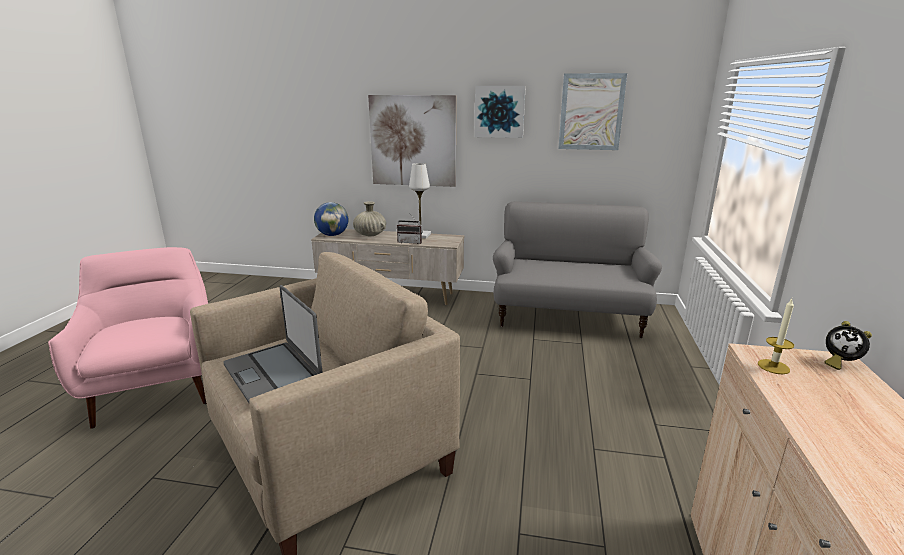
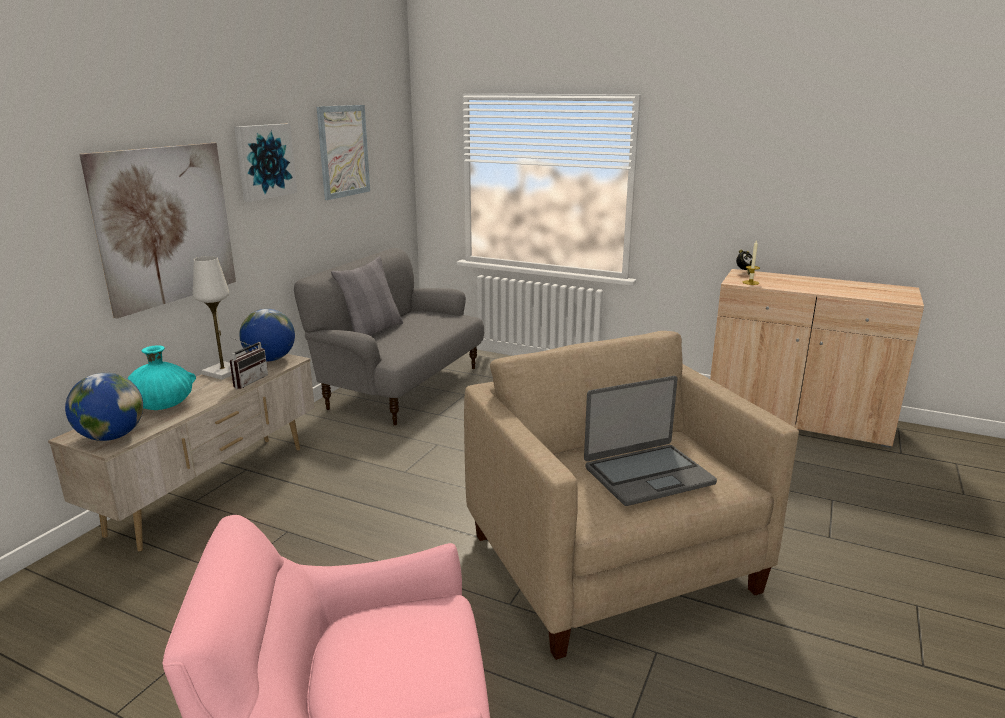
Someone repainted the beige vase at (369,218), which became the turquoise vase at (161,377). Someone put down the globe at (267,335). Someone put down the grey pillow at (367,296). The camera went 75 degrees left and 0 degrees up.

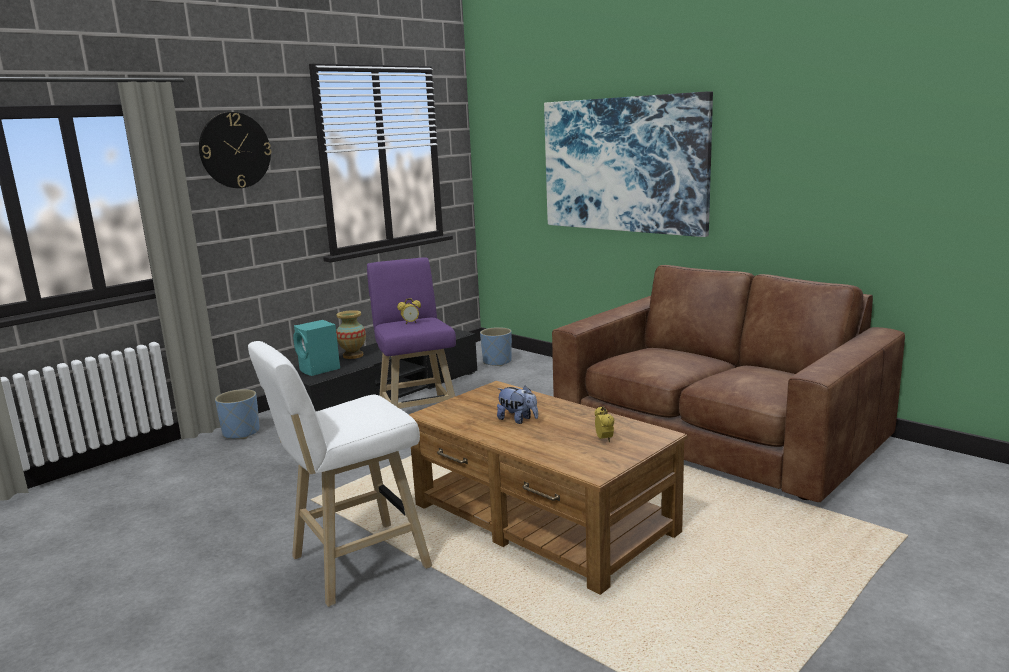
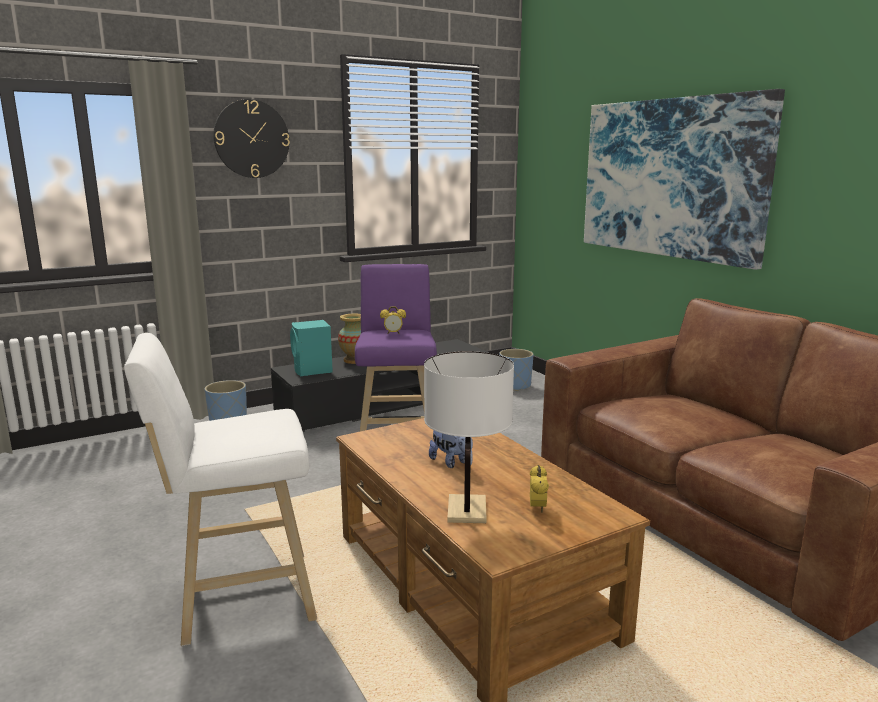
Someone put down the white table lamp at (469,437). The camera went 15 degrees right and 0 degrees up.

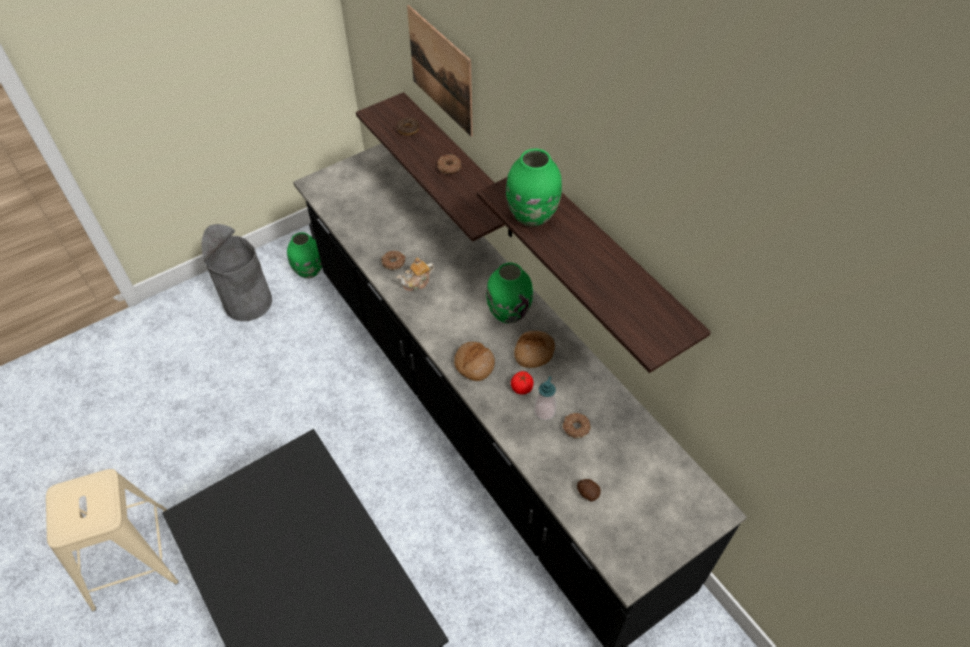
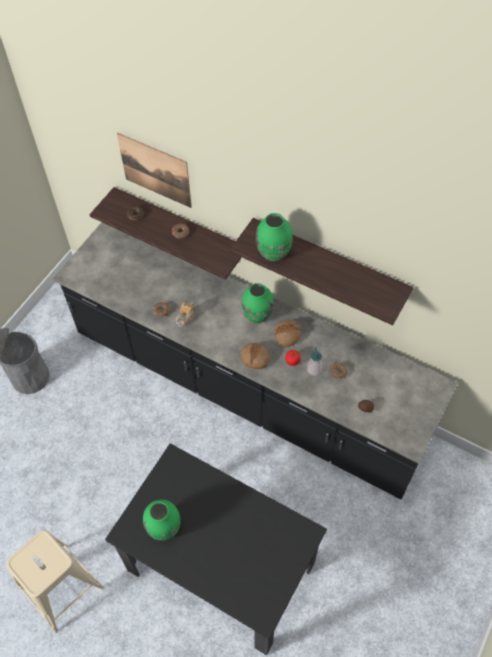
Someone carried the green vase from (304,255) to (162,520). The camera went 25 degrees left and 5 degrees up.

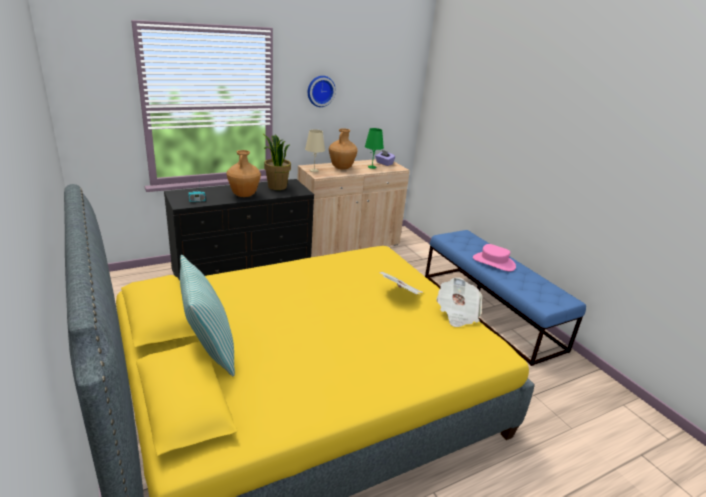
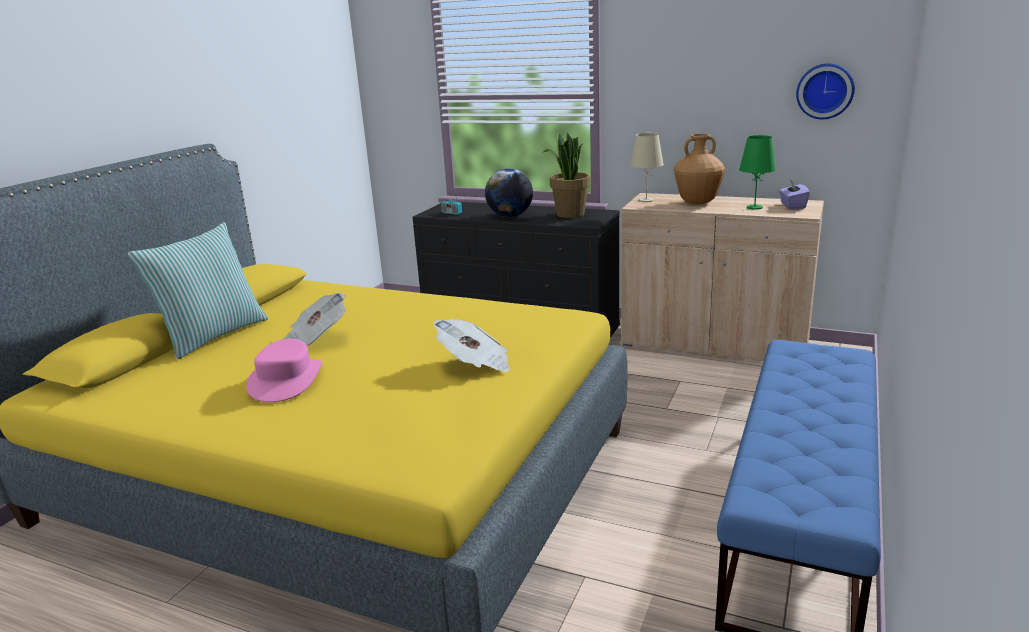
Someone carried the pink hat from (494,257) to (284,370). Someone carried the newspaper from (459,302) to (314,319). Someone swapped the brown vase at (243,173) for the globe at (509,192). Someone carried the wall clock from (322,91) to (825,91). The camera went 55 degrees right and 5 degrees down.

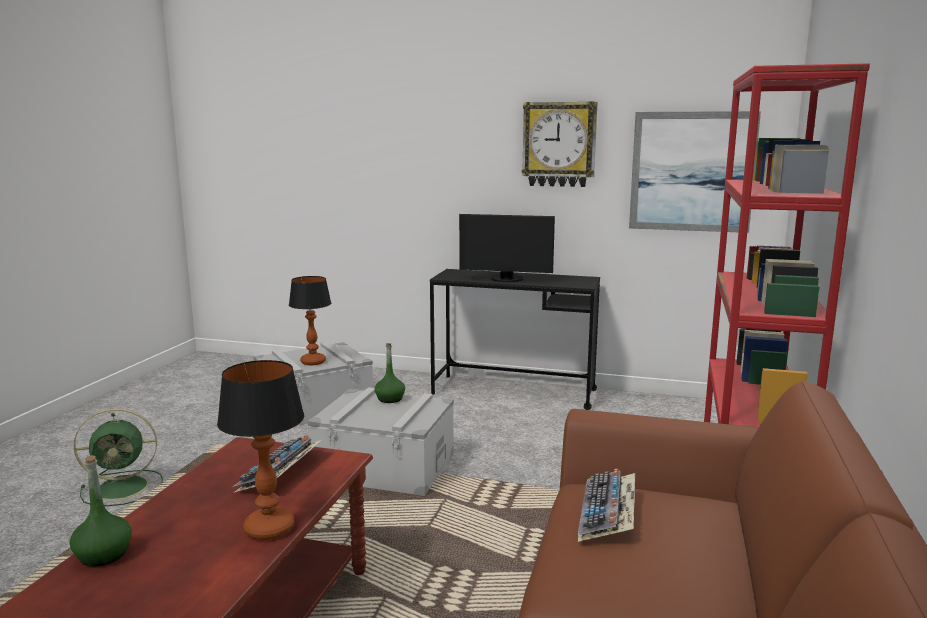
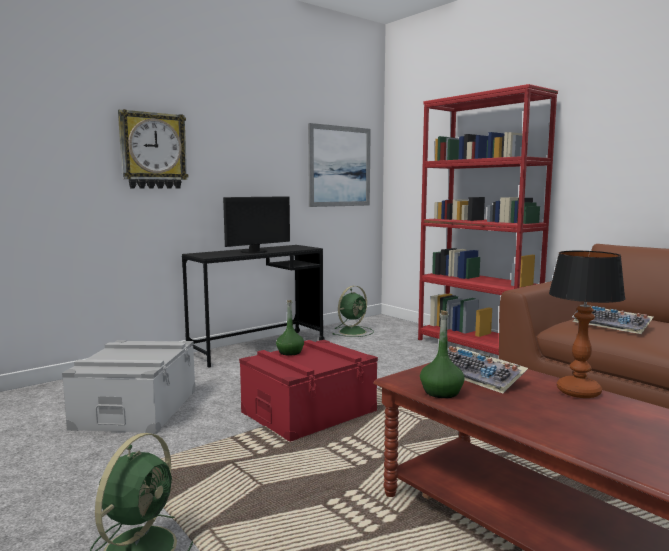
Someone carried the wall clock from (560,144) to (153,149). Someone repainted the grey storage box at (381,441), which became the red storage box at (308,391). Someone put down the green fan at (353,311). Someone carried the green bottle from (101,511) to (442,354). Someone took away the table lamp at (310,320). The camera went 55 degrees left and 5 degrees down.

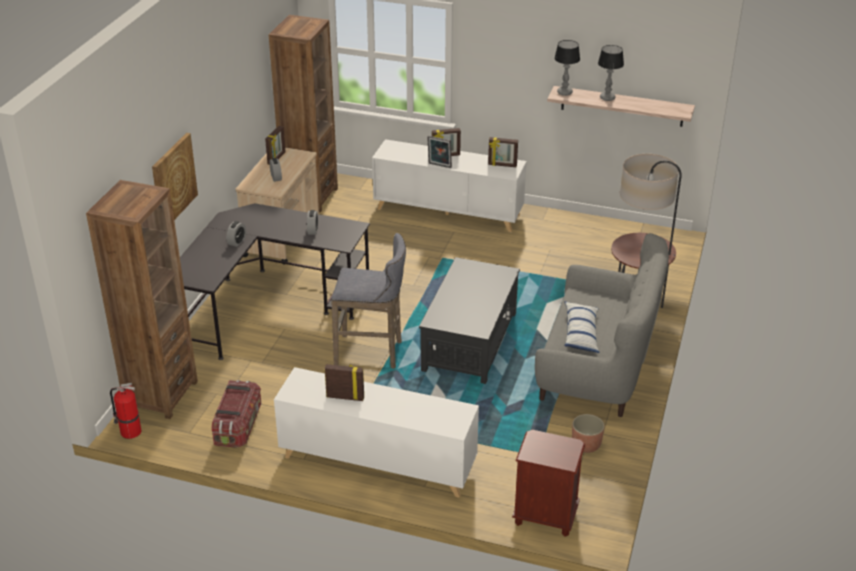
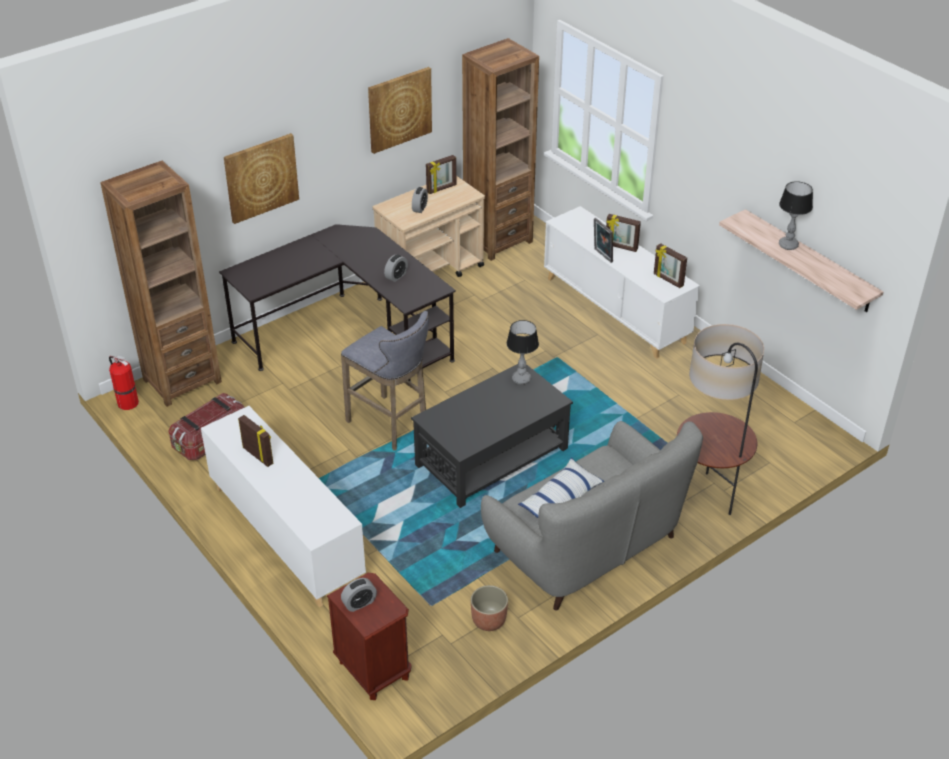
Someone carried the alarm clock from (236,234) to (359,595). Someone put up the picture at (400,110). Someone carried the table lamp from (567,68) to (523,352). The camera went 35 degrees right and 5 degrees up.

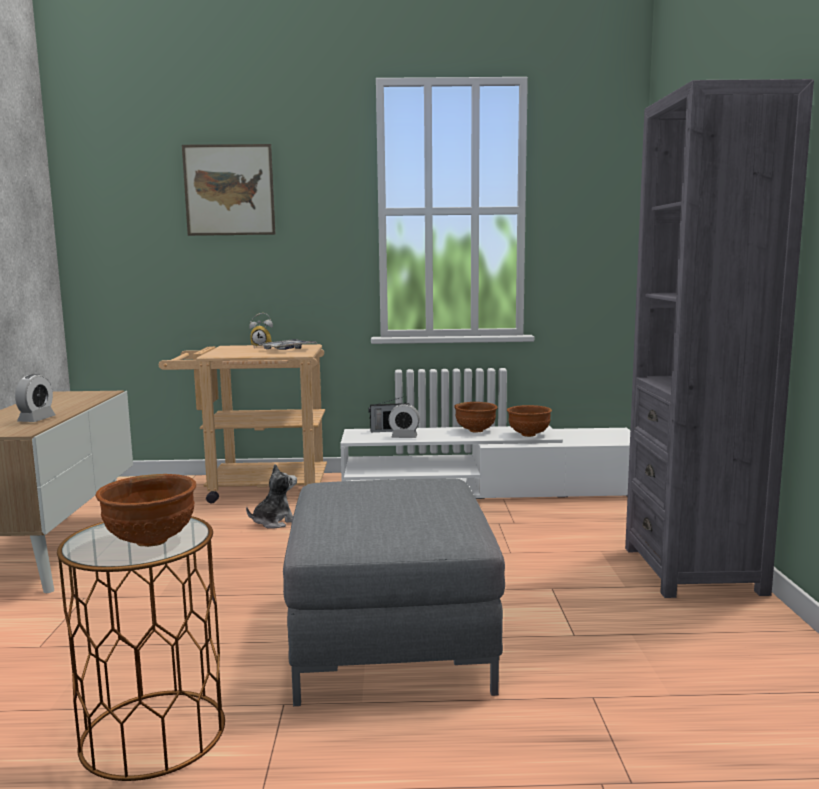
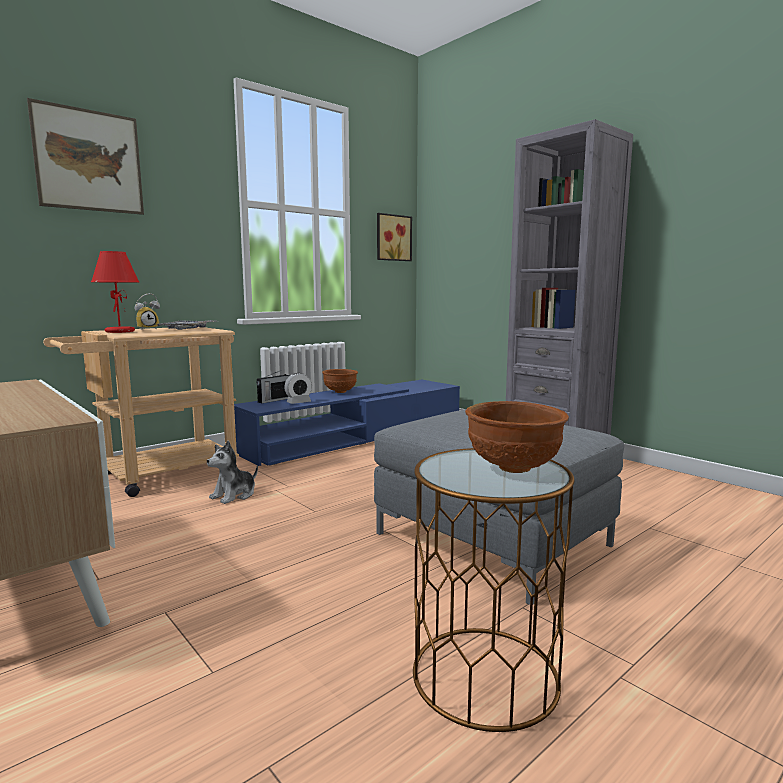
Someone put down the red table lamp at (115,292). Someone rotated the plush toy at (271,496) by 150 degrees counterclockwise. Someone repainted the white tv stand at (485,462), which became the blue tv stand at (347,423). Someone put up the picture at (394,237). Someone took away the alarm clock at (35,398). Someone took away the brown bowl at (529,421). The camera went 40 degrees left and 0 degrees up.

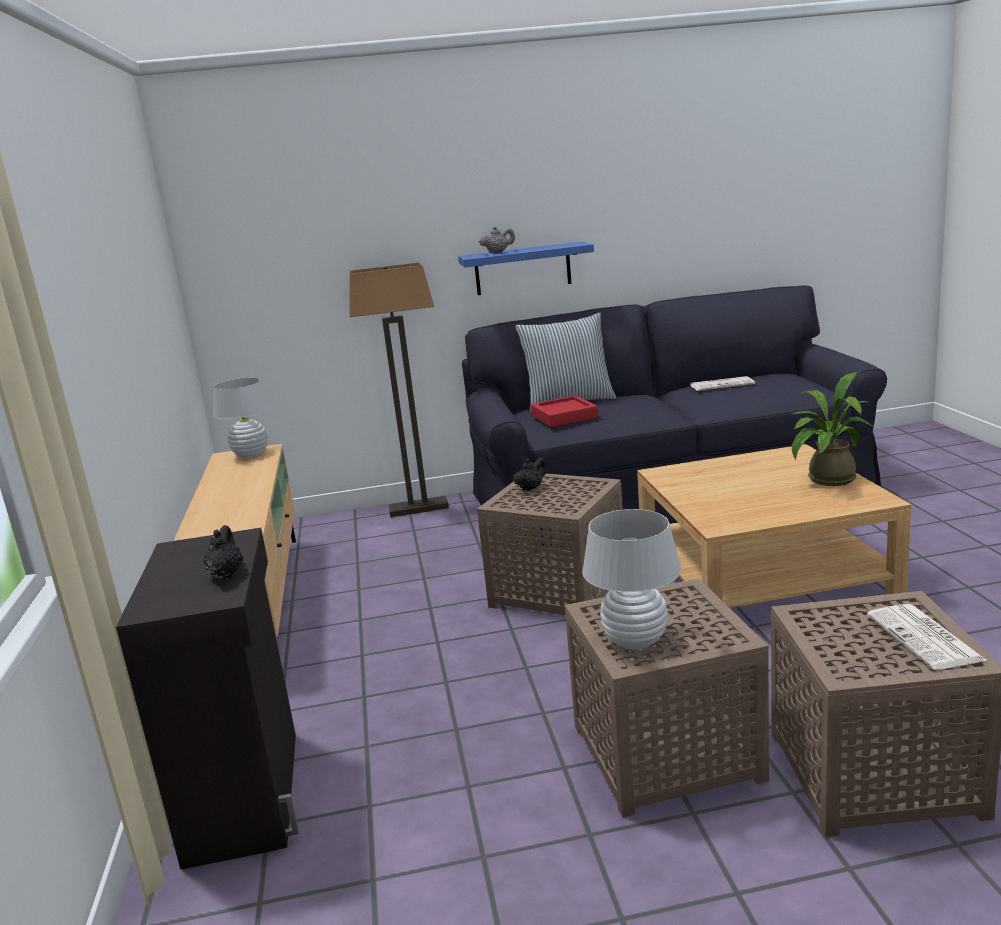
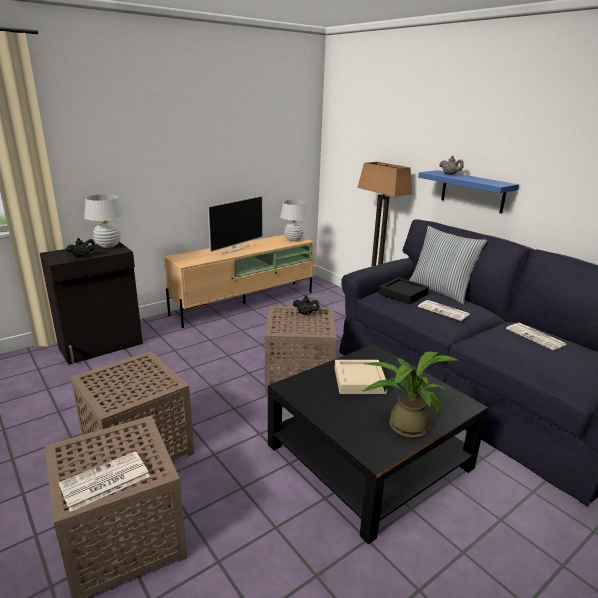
Someone carried the white table lamp from (631,579) to (104,221). Someone put down the television at (235,225). Someone repainted the beige coffee table at (774,526), which became the black coffee table at (378,444). Someone put down the beige tray at (360,377). Someone repainted the red tray at (564,411), which became the black tray at (404,290). Someone put down the newspaper at (444,310). The camera went 60 degrees right and 5 degrees up.

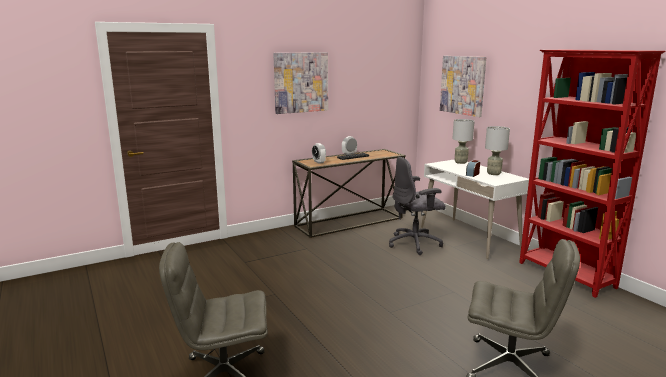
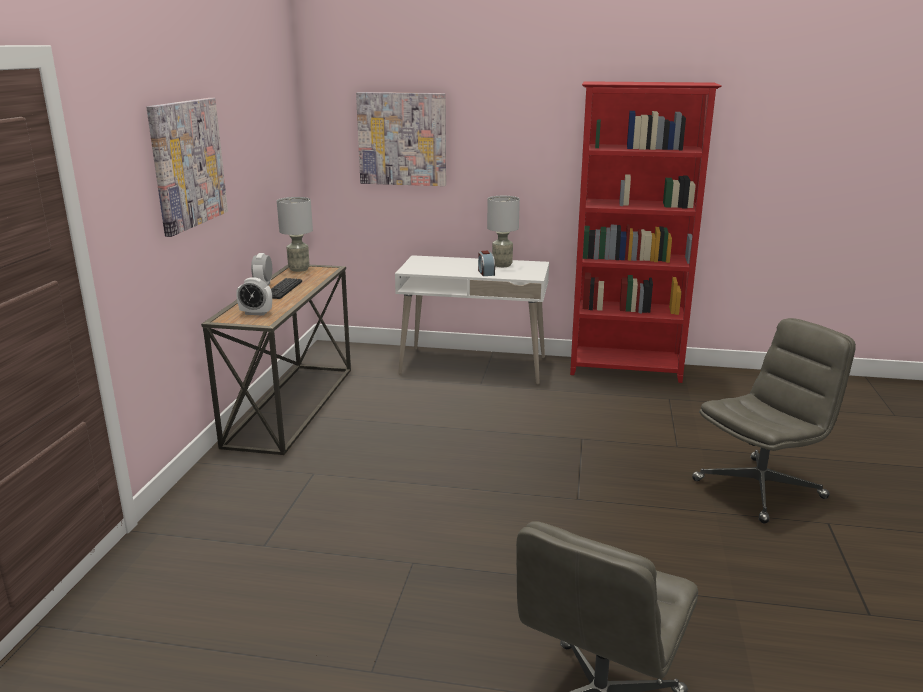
Someone carried the grey table lamp from (463,141) to (295,234). Someone took away the grey office chair at (417,206). The camera went 50 degrees left and 5 degrees up.

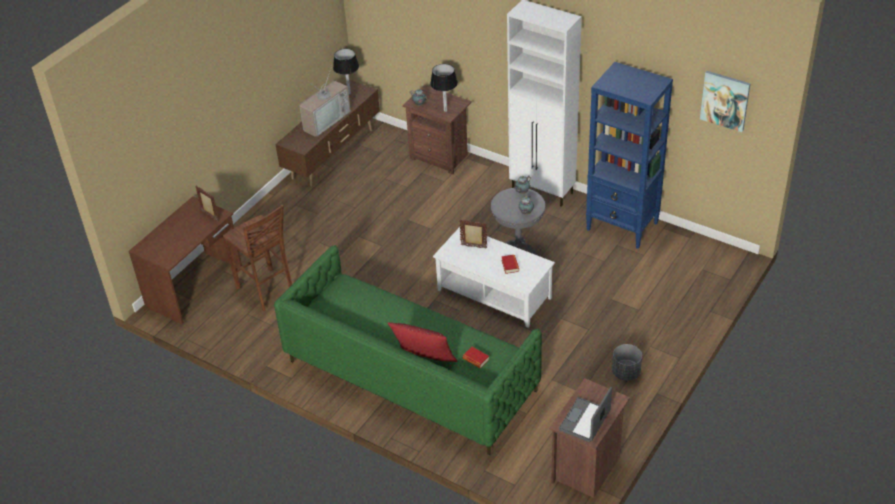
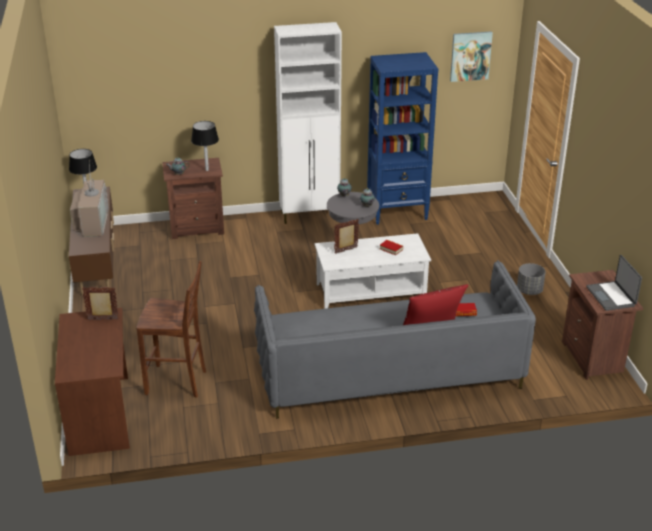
Someone repainted the green sofa at (408,350), which became the grey sofa at (395,339). The camera went 45 degrees left and 10 degrees down.

